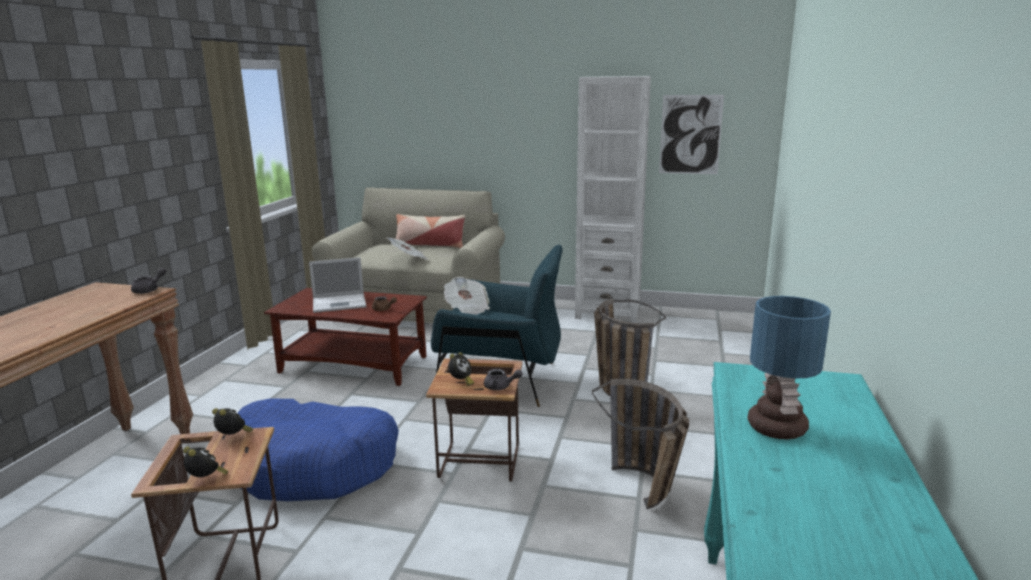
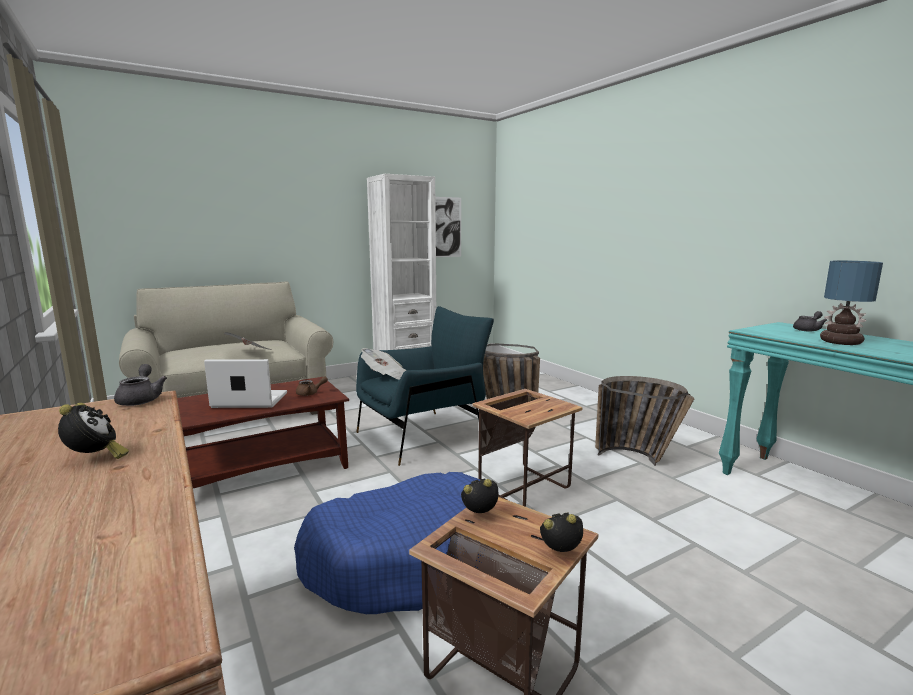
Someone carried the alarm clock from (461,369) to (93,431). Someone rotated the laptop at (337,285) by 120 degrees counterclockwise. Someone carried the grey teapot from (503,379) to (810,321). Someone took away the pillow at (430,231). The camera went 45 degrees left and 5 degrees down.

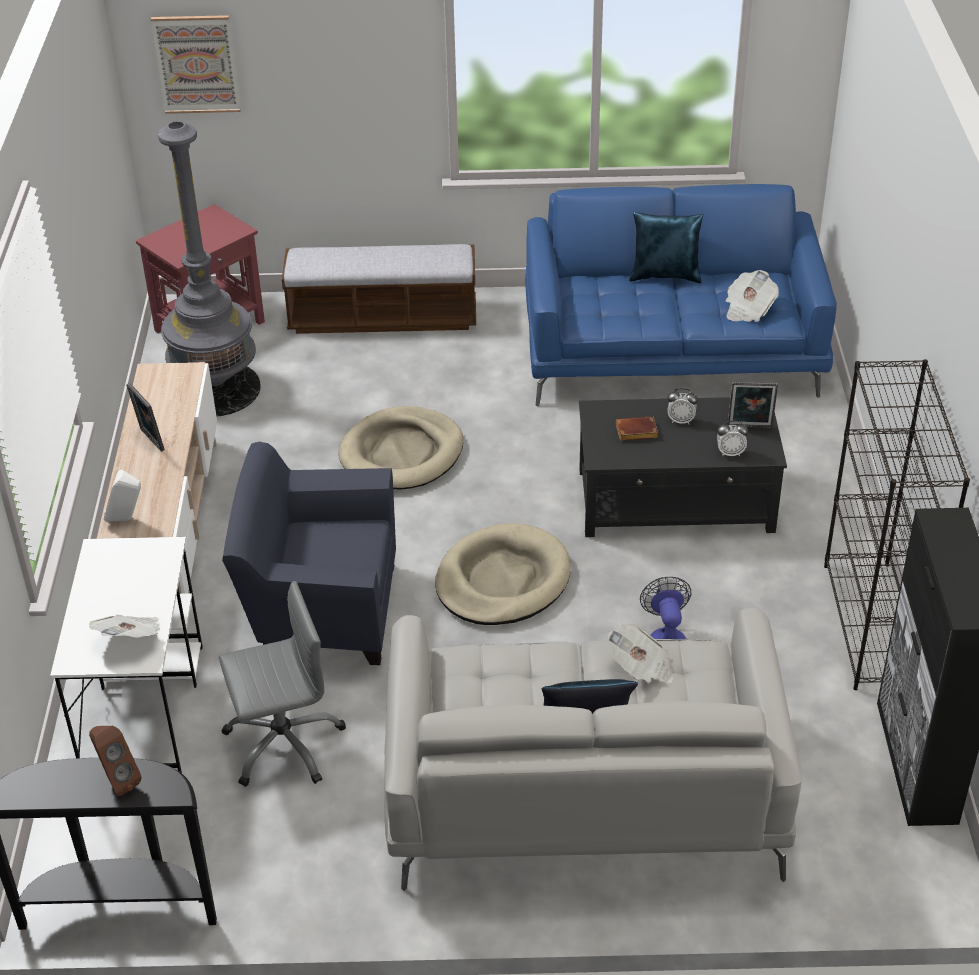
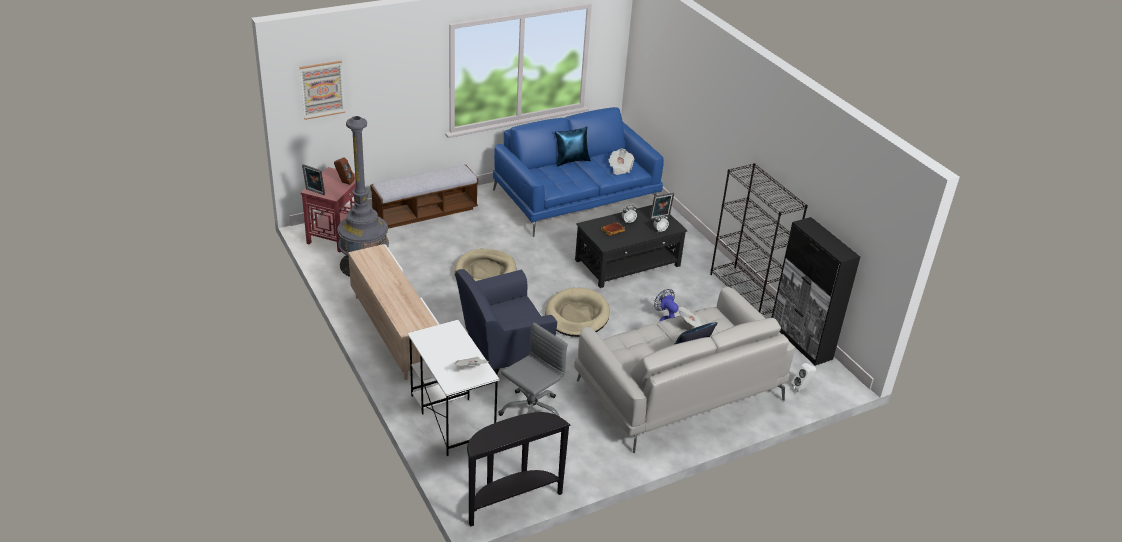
Someone carried the picture frame from (145,417) to (313,179). Someone carried the brown speaker from (115,761) to (344,171). Someone carried the white speaker from (122,495) to (803,377). The camera went 30 degrees left and 5 degrees down.

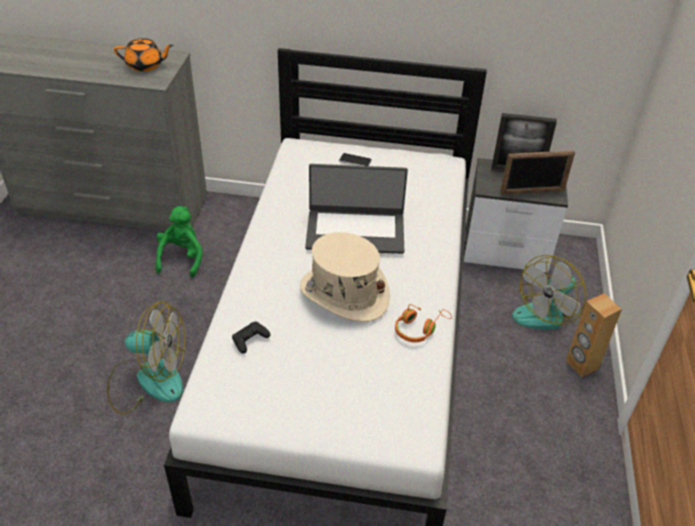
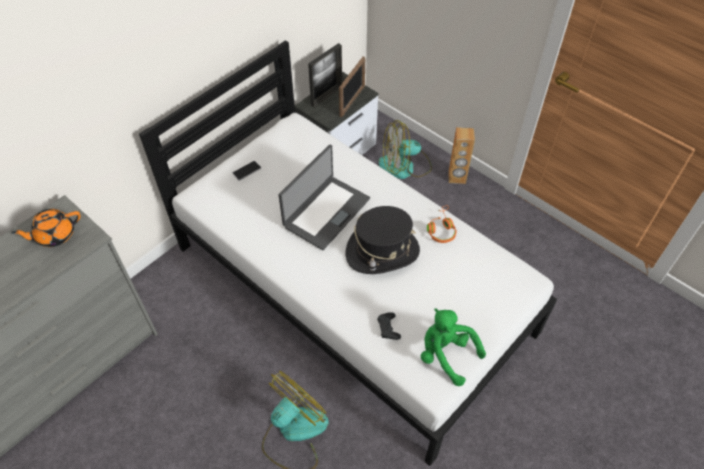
Someone rotated the orange teapot at (143,55) by 150 degrees counterclockwise. Someone repainted the beige hat at (345,277), which became the black hat at (383,240). Someone rotated the fan at (549,292) by 90 degrees clockwise. Someone carried the green plush toy from (179,242) to (453,347). The camera went 55 degrees left and 10 degrees up.

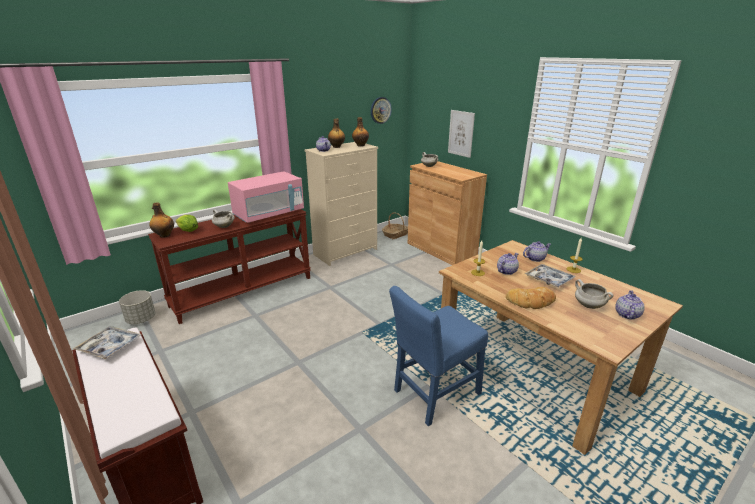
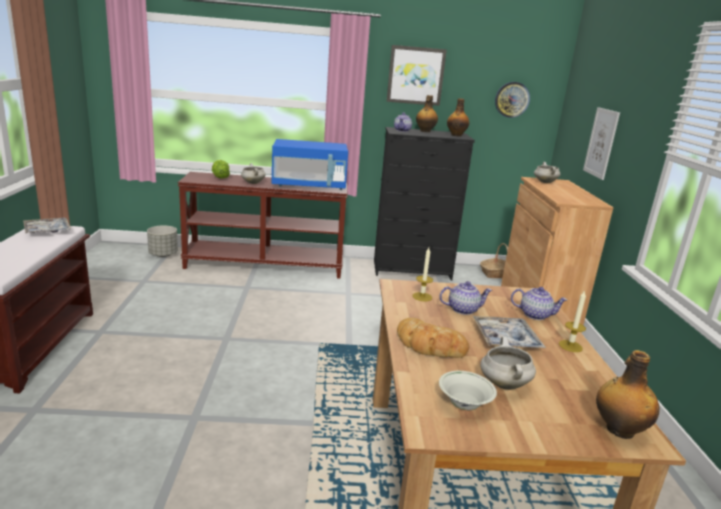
Someone repainted the pink microwave at (266,197), which became the blue microwave at (310,164). Someone repainted the beige dresser at (341,204), which became the black dresser at (424,203). Someone put up the picture at (417,75). Someone put down the white bowl at (468,390). Someone carried the bottle from (161,220) to (627,394). Someone took away the blue chair at (438,356). Someone took away the teapot at (630,305). The camera went 35 degrees right and 5 degrees down.

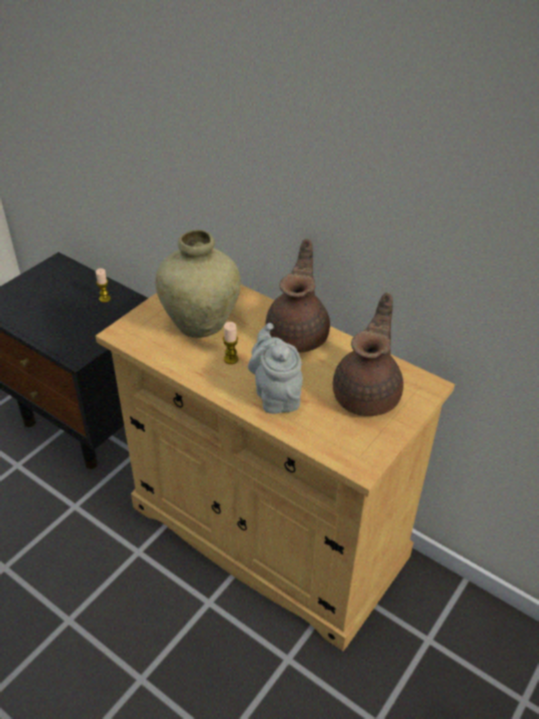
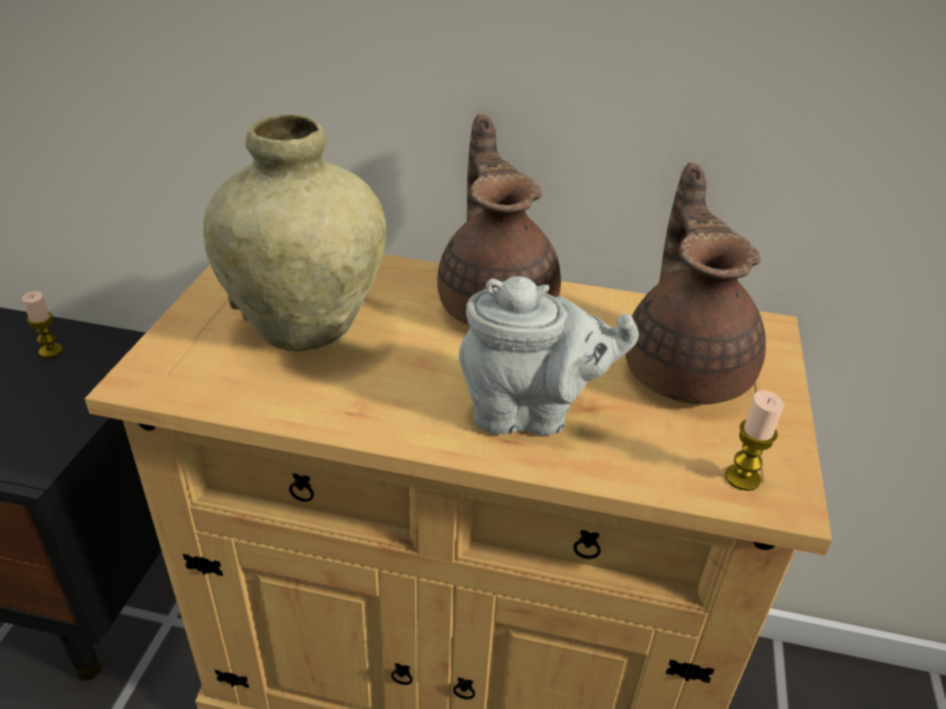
Someone rotated the grey teapot at (275,368) by 135 degrees clockwise. Someone carried the candle from (231,343) to (754,440). The camera went 25 degrees left and 5 degrees down.

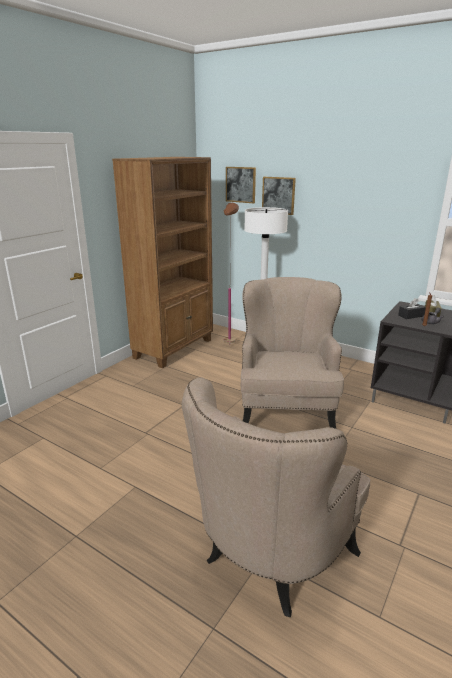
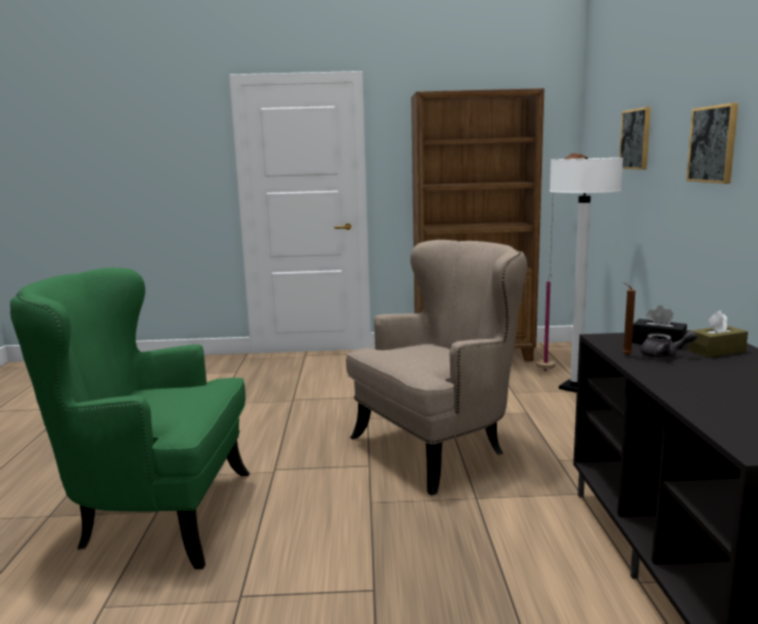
Someone repainted the beige armchair at (276,497), which became the green armchair at (130,418). Someone carried the picture from (241,185) to (712,143). The camera went 55 degrees right and 10 degrees down.

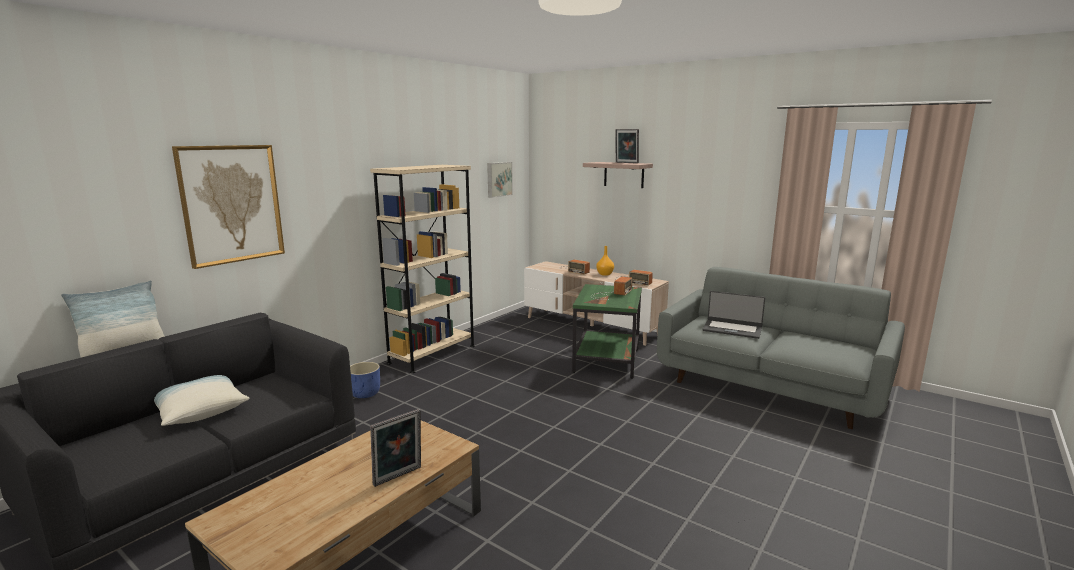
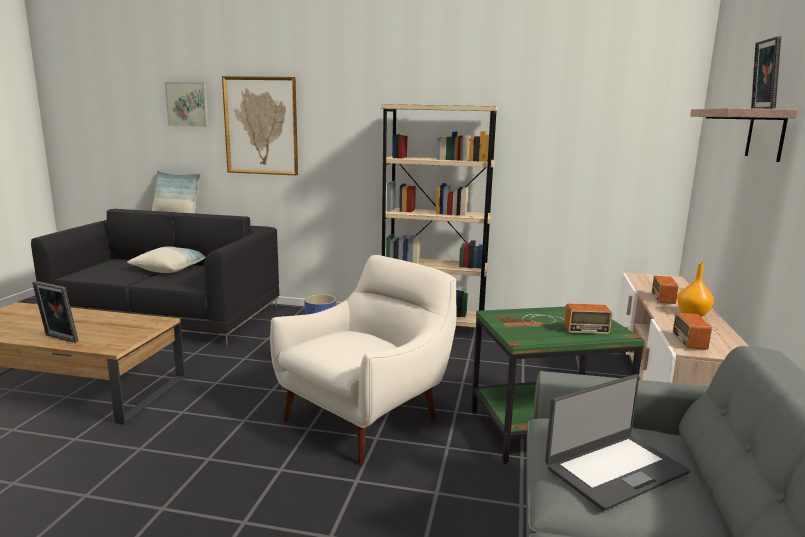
Someone carried the picture from (500,180) to (186,104). Someone put down the white armchair at (363,360). Someone rotated the laptop at (734,315) by 120 degrees counterclockwise. The camera went 65 degrees right and 0 degrees up.

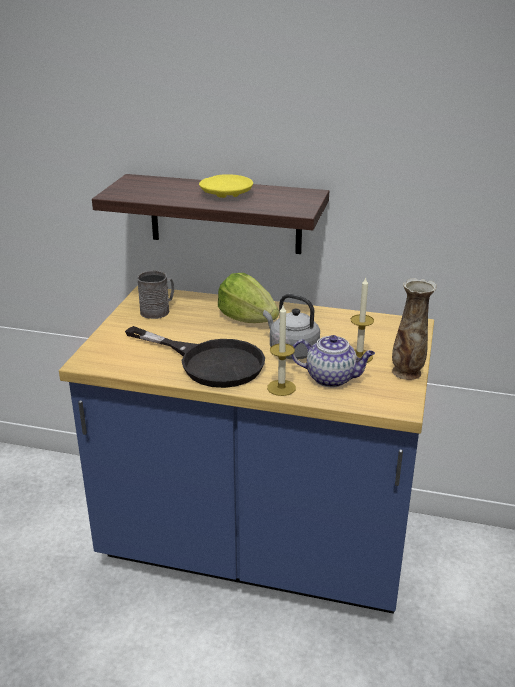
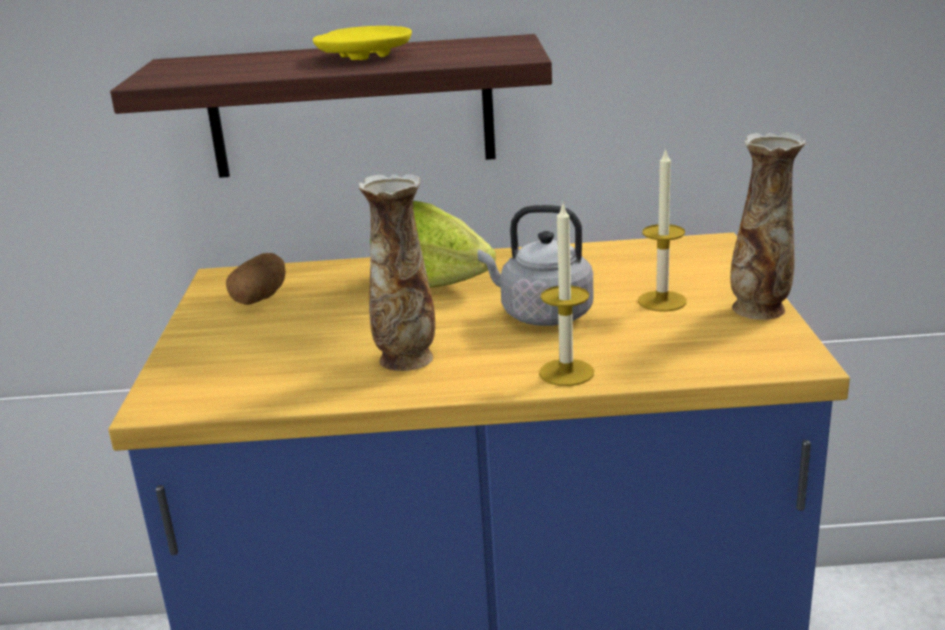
Someone swapped the grey mug at (155,294) for the potato at (256,279). Someone swapped the black frying pan at (195,357) for the vase at (396,272). Someone took away the teapot at (333,361). The camera went 15 degrees left and 5 degrees down.

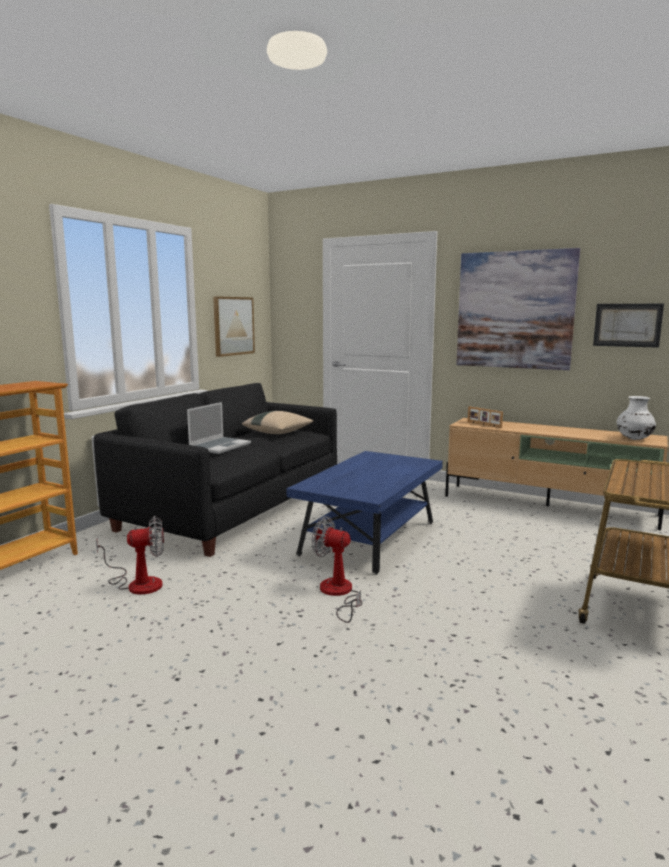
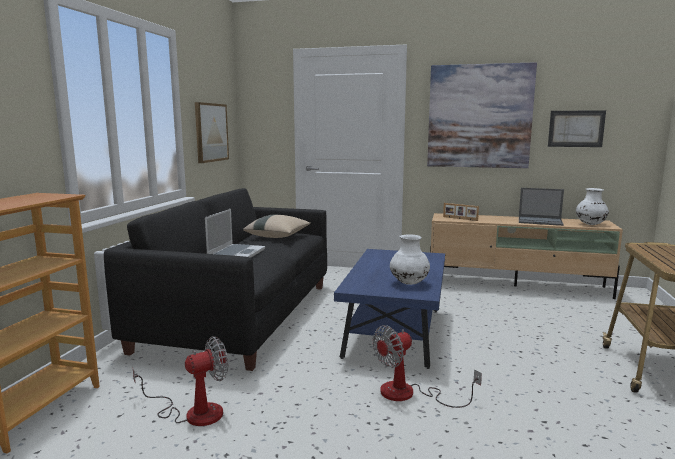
Someone rotated the fan at (337,569) by 45 degrees counterclockwise. Someone put down the white vase at (410,259). Someone put down the laptop at (541,207). The camera went 15 degrees left and 0 degrees up.

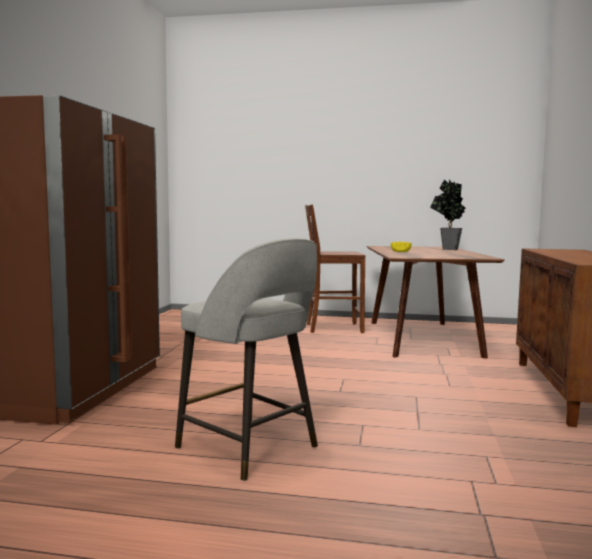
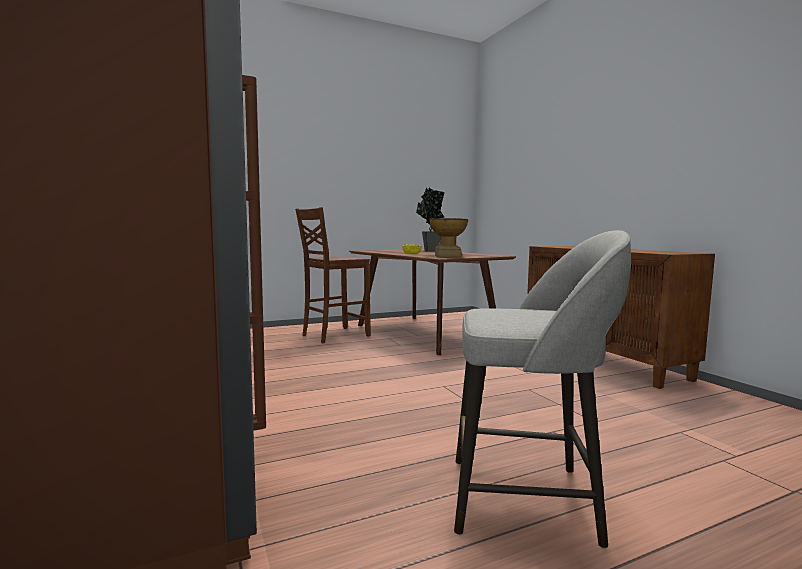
Someone put down the vase at (448,237). The camera went 35 degrees left and 0 degrees up.

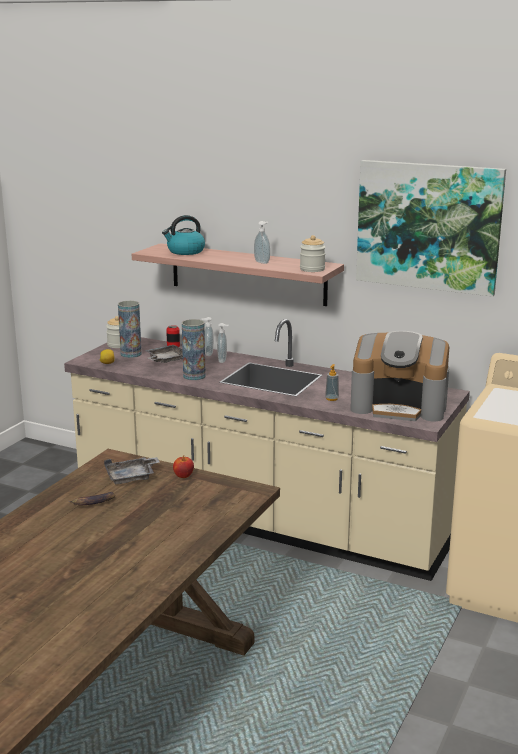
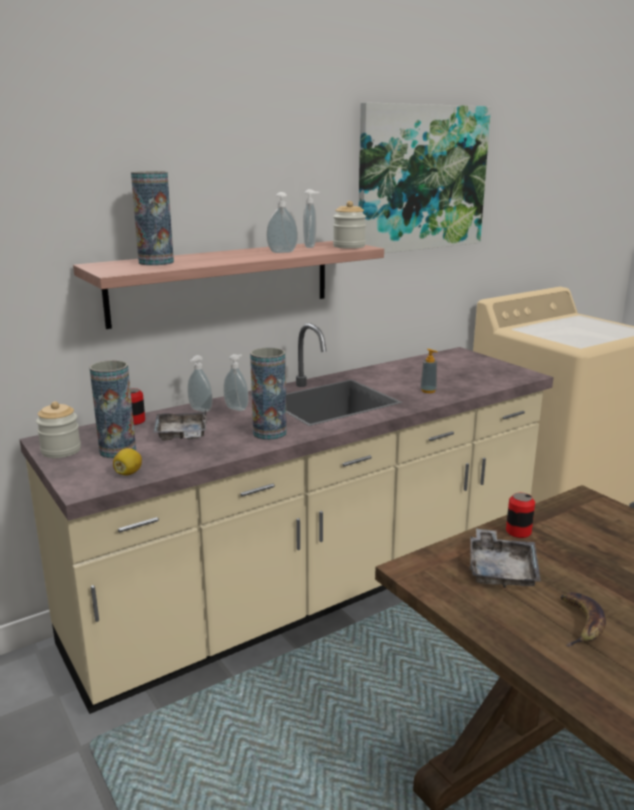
Someone swapped the kettle at (183,235) for the vase at (152,218). Someone put down the soap dispenser at (311,218). Someone swapped the apple at (183,466) for the can at (520,515). Someone took away the coffee machine at (399,376). The camera went 60 degrees left and 0 degrees up.

